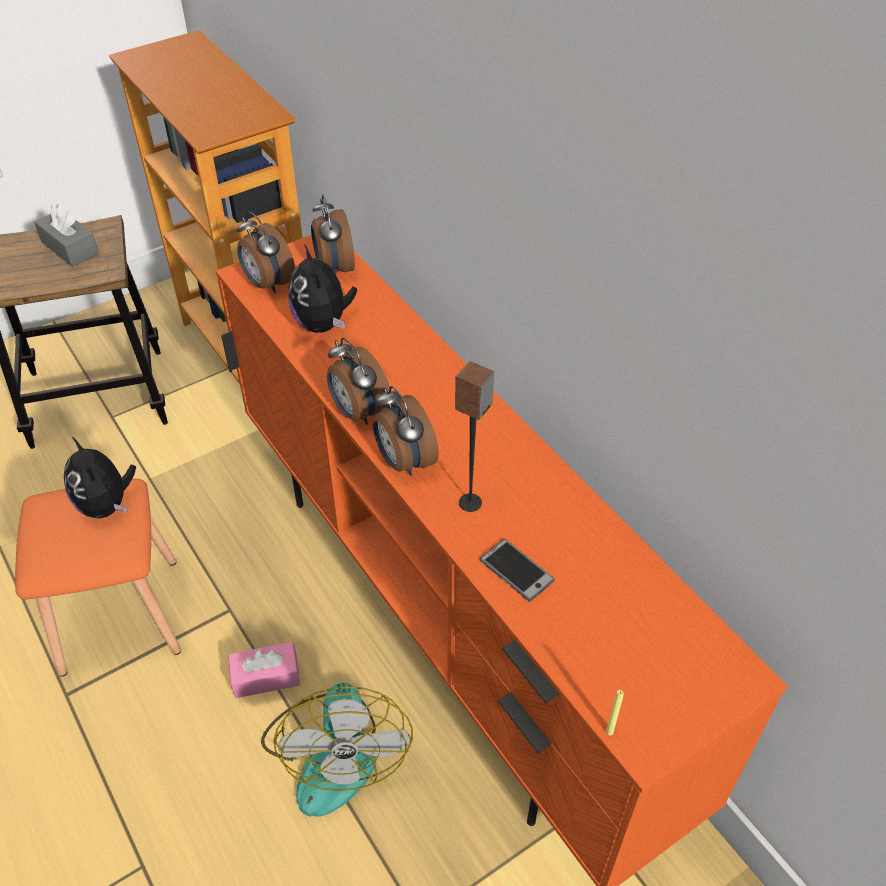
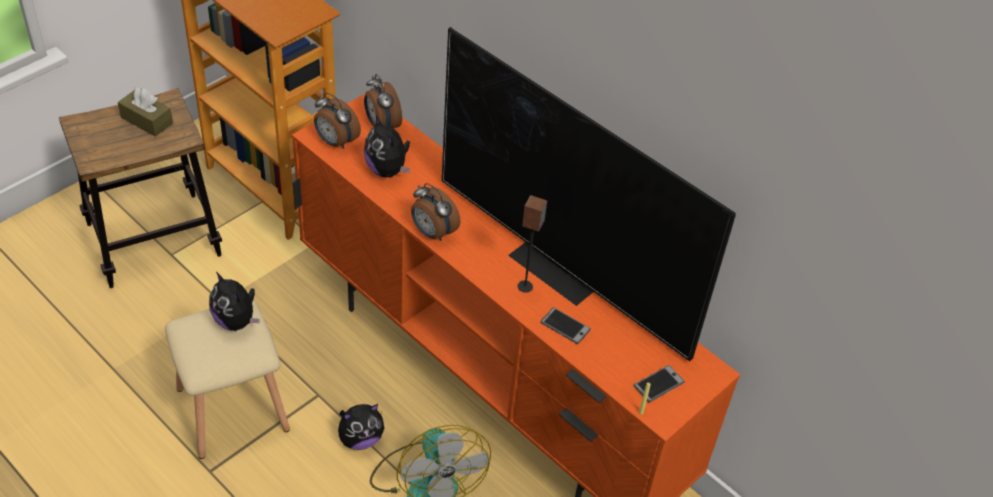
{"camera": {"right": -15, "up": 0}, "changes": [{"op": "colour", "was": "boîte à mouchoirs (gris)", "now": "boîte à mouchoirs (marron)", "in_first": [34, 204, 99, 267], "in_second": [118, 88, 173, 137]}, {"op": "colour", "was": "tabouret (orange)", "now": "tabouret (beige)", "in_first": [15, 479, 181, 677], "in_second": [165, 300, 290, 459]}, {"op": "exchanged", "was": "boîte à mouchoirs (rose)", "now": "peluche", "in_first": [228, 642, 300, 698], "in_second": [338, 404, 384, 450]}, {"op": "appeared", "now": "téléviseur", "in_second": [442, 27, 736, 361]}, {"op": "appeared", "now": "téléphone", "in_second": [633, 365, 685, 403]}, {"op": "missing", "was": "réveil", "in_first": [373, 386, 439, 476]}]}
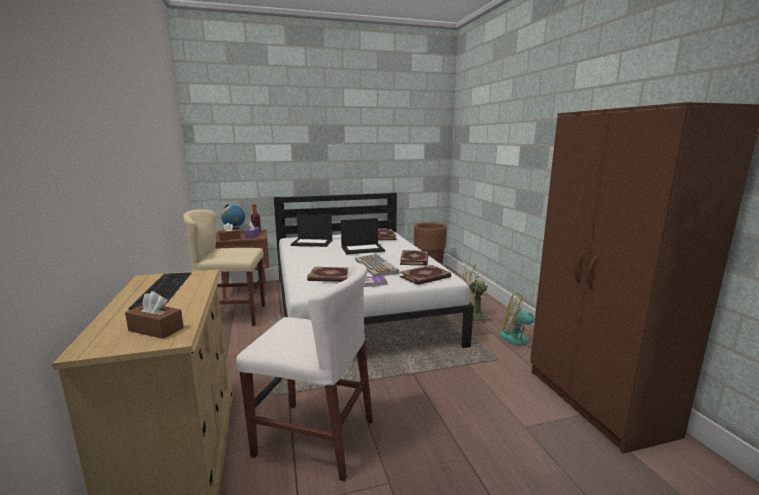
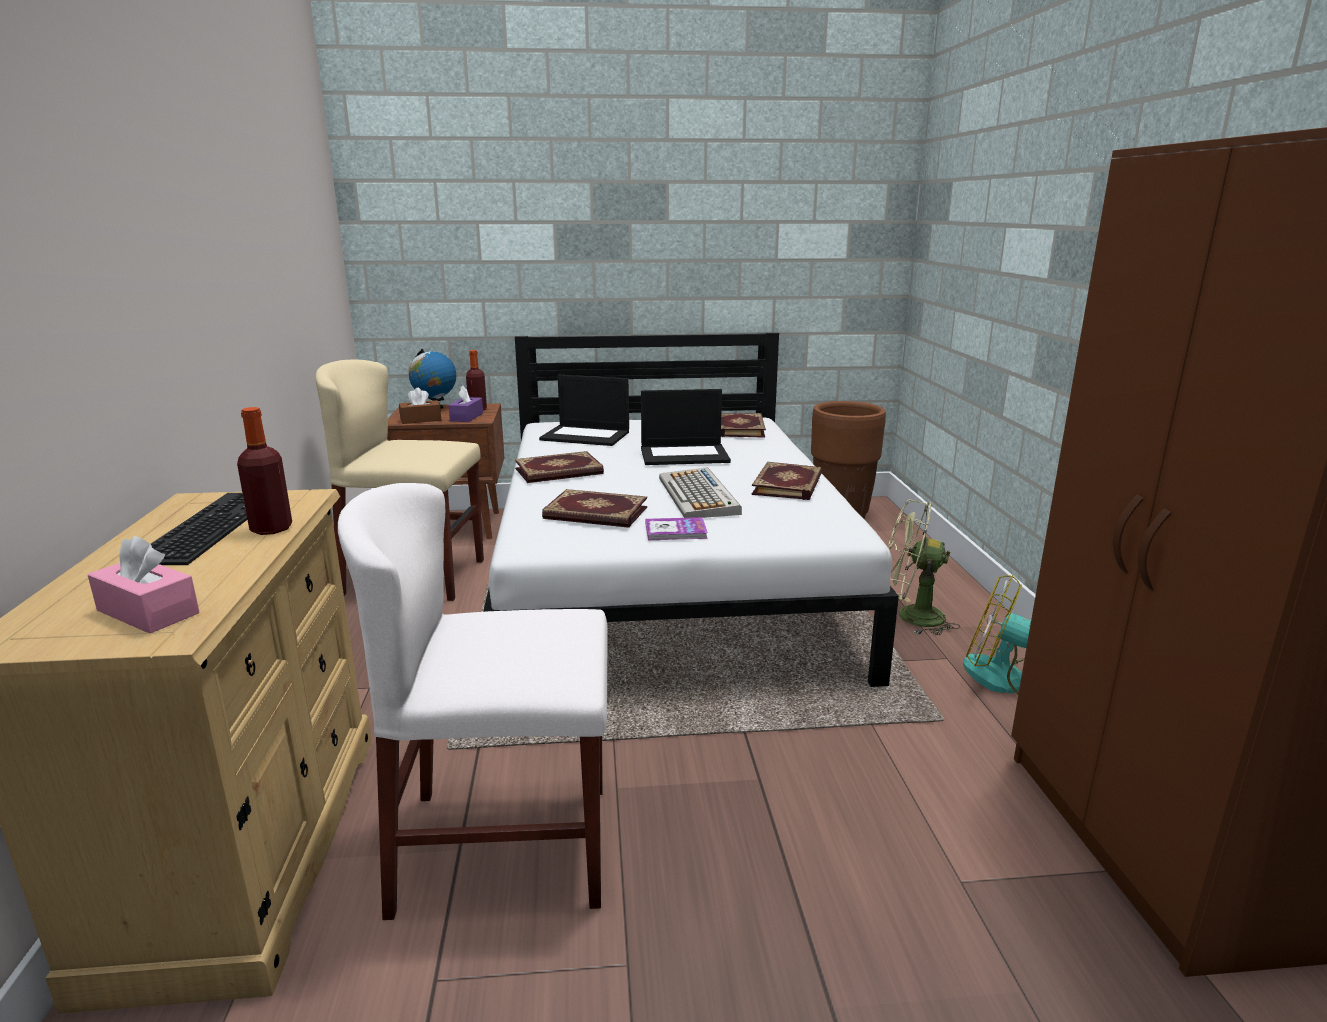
{"camera": {"right": 10, "up": 5}, "changes": [{"op": "colour", "was": "boîte à mouchoirs (marron)", "now": "boîte à mouchoirs (rose)", "in_first": [125, 291, 184, 339], "in_second": [88, 536, 199, 634]}, {"op": "appeared", "now": "bouteille", "in_second": [237, 407, 292, 535]}, {"op": "spun", "was": "chaise (blanc)", "in_first": [236, 263, 373, 482], "in_second": [338, 483, 608, 920], "clockwise": 150}, {"op": "relocated", "was": "livre", "in_first": [400, 265, 451, 285], "in_second": [515, 451, 604, 483]}]}
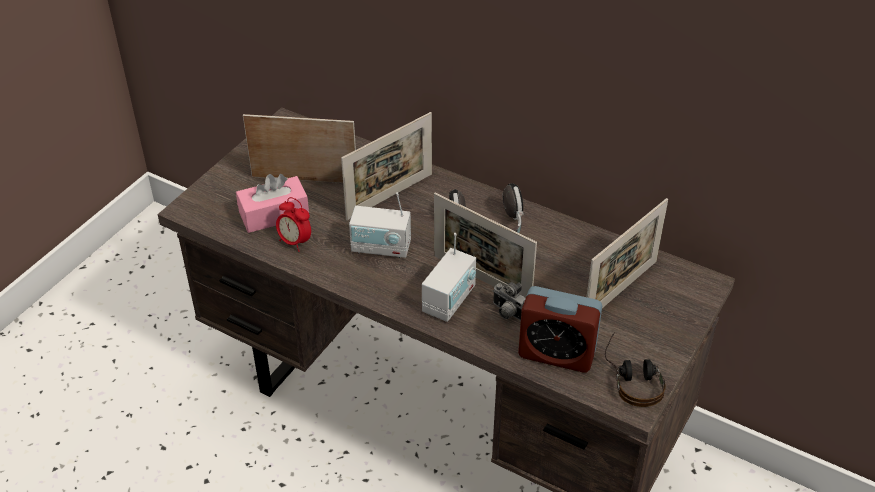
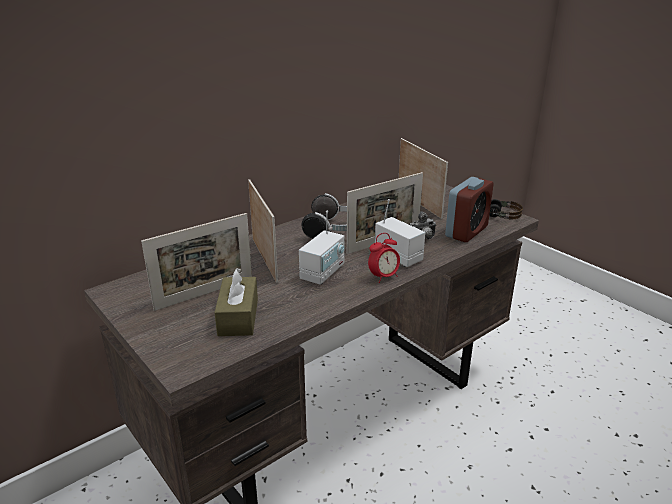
{"camera": {"right": -70, "up": -15}, "changes": [{"op": "spun", "was": "cadre photo", "in_first": [243, 114, 356, 183], "in_second": [141, 213, 252, 311], "clockwise": -150}, {"op": "colour", "was": "boîte à mouchoirs (rose)", "now": "boîte à mouchoirs (marron)", "in_first": [236, 174, 309, 233], "in_second": [214, 268, 258, 336]}, {"op": "relocated", "was": "réveil", "in_first": [276, 197, 311, 252], "in_second": [368, 233, 400, 283]}]}
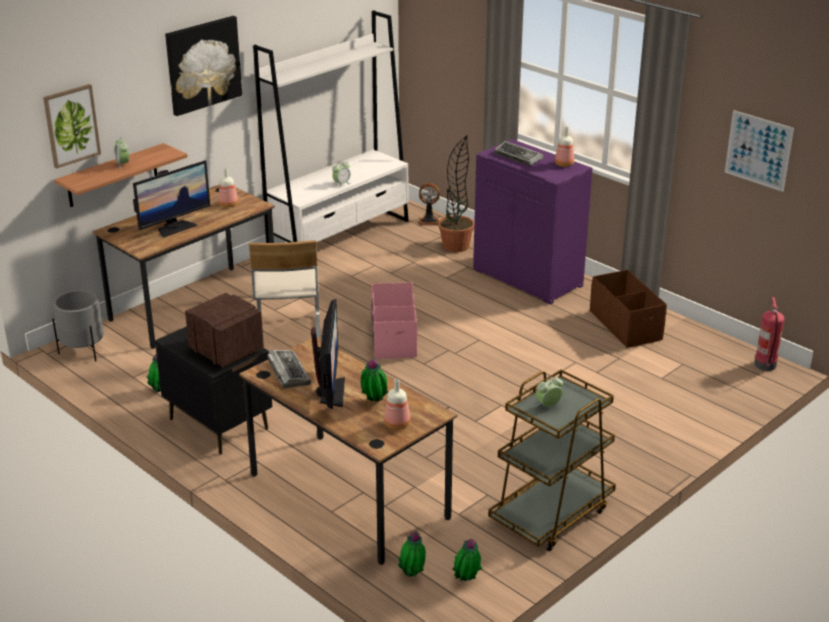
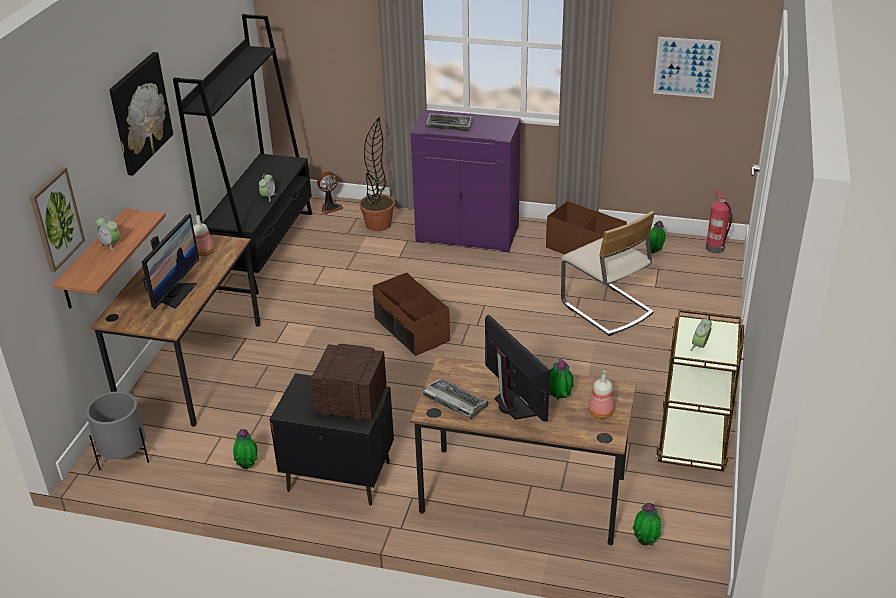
{"camera": {"right": -30, "up": 5}, "changes": [{"op": "colour", "was": "bibliothèque (blanc)", "now": "bibliothèque (noir)", "in_first": [253, 10, 409, 243], "in_second": [173, 14, 312, 295]}, {"op": "colour", "was": "boîte de rangement (rose)", "now": "boîte de rangement (marron)", "in_first": [371, 283, 417, 359], "in_second": [373, 272, 450, 356]}, {"op": "relocated", "was": "chaise (beige)", "in_first": [249, 240, 320, 354], "in_second": [561, 211, 655, 336]}, {"op": "relocated", "was": "plante en pot", "in_first": [453, 539, 482, 581], "in_second": [645, 220, 666, 253]}, {"op": "missing", "was": "bouteille", "in_first": [555, 127, 574, 167]}]}
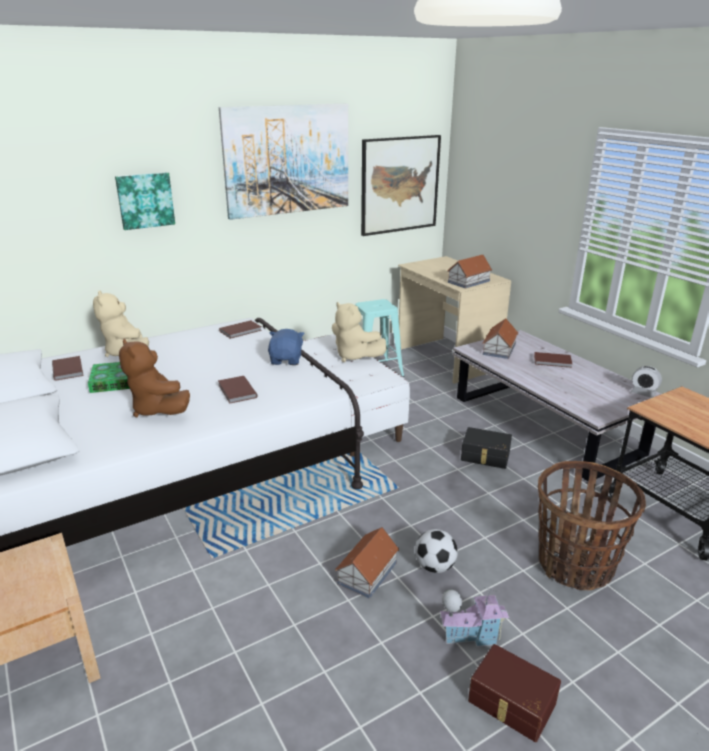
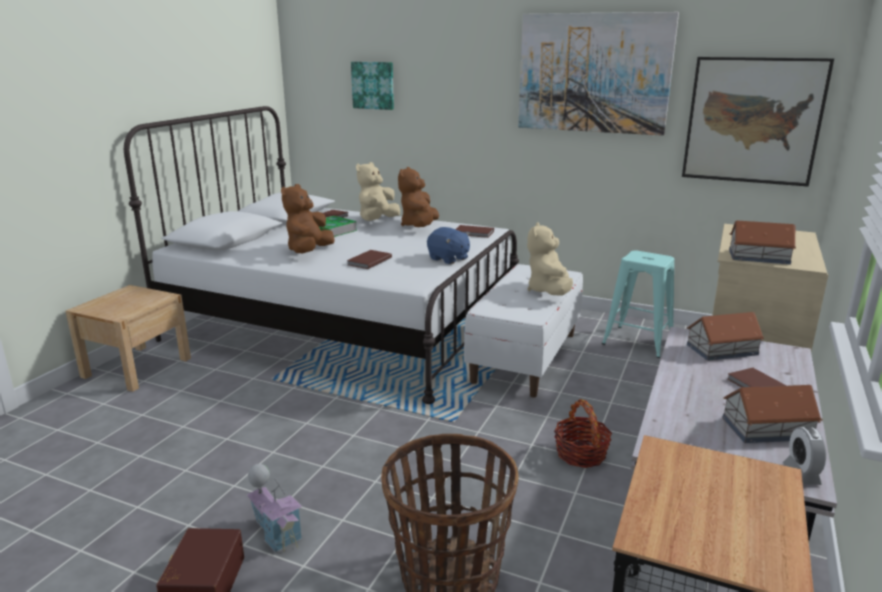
{"camera": {"right": 55, "up": -5}, "changes": [{"op": "relocated", "was": "tableau", "in_first": [115, 172, 175, 230], "in_second": [351, 62, 394, 110]}, {"op": "appeared", "now": "peluche (marron)", "in_second": [398, 167, 439, 227]}, {"op": "spun", "was": "peluche (bleu)", "in_first": [268, 329, 305, 365], "in_second": [427, 227, 470, 264], "clockwise": 75}, {"op": "exchanged", "was": "boîte de rangement (noir)", "now": "panier", "in_first": [461, 427, 512, 469], "in_second": [554, 399, 612, 468]}, {"op": "relocated", "was": "maison miniature", "in_first": [335, 527, 399, 599], "in_second": [723, 385, 823, 443]}, {"op": "missing", "was": "ballon de foot", "in_first": [415, 529, 458, 573]}]}
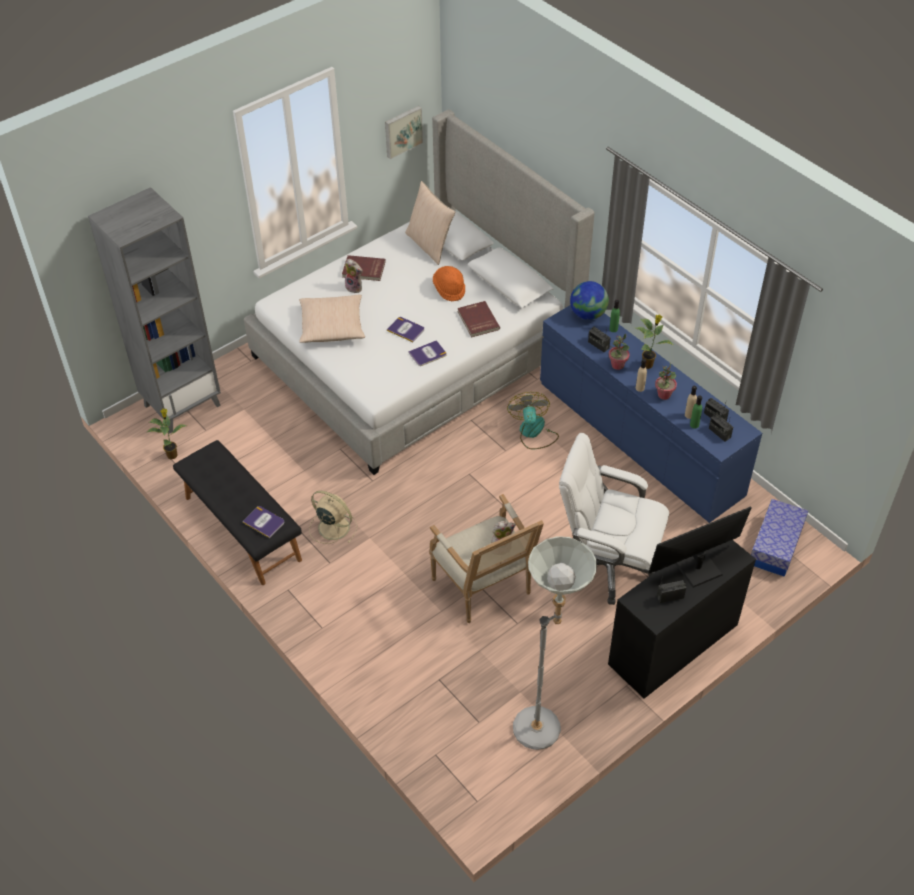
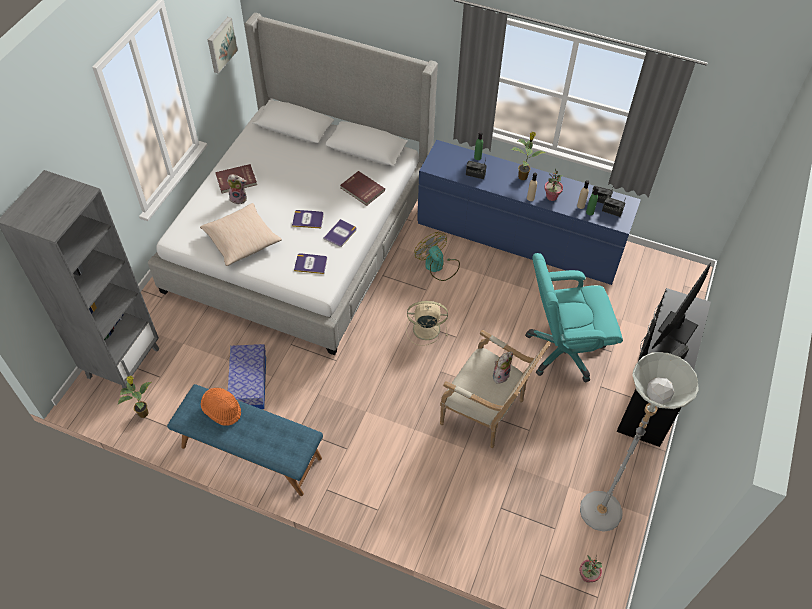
{"camera": {"right": -30, "up": 5}, "changes": [{"op": "colour", "was": "banc (noir)", "now": "banc (bleu)", "in_first": [173, 440, 302, 585], "in_second": [167, 384, 323, 496]}, {"op": "relocated", "was": "chapeau (orange)", "in_first": [433, 266, 465, 301], "in_second": [201, 388, 241, 426]}, {"op": "relocated", "was": "boîte de rangement", "in_first": [751, 499, 808, 577], "in_second": [228, 344, 266, 409]}, {"op": "relocated", "was": "livre", "in_first": [243, 506, 284, 538], "in_second": [294, 253, 327, 274]}, {"op": "relocated", "was": "ventilateur (beige)", "in_first": [309, 491, 357, 544], "in_second": [406, 301, 448, 346]}, {"op": "colour", "was": "chaise de bureau (blanc)", "now": "chaise de bureau (turquoise)", "in_first": [559, 433, 669, 605], "in_second": [525, 253, 623, 382]}, {"op": "relocated", "was": "plante en pot", "in_first": [609, 334, 630, 370], "in_second": [579, 555, 602, 583]}, {"op": "missing", "was": "coussin (beige)", "in_first": [405, 181, 455, 265]}, {"op": "missing", "was": "globe", "in_first": [570, 281, 609, 320]}]}
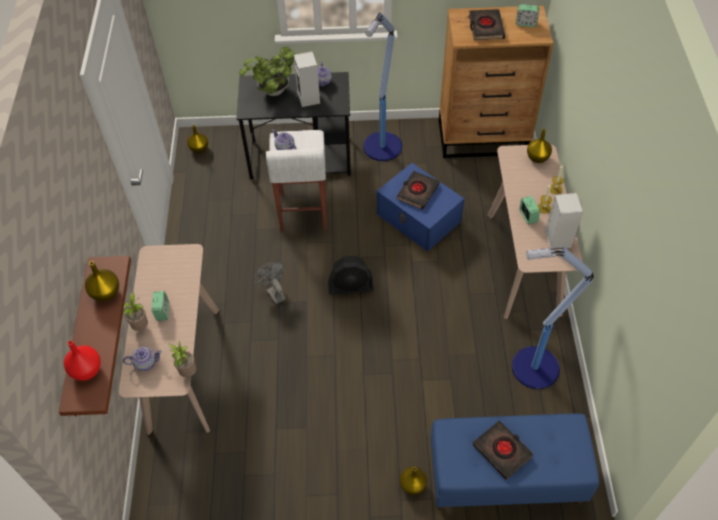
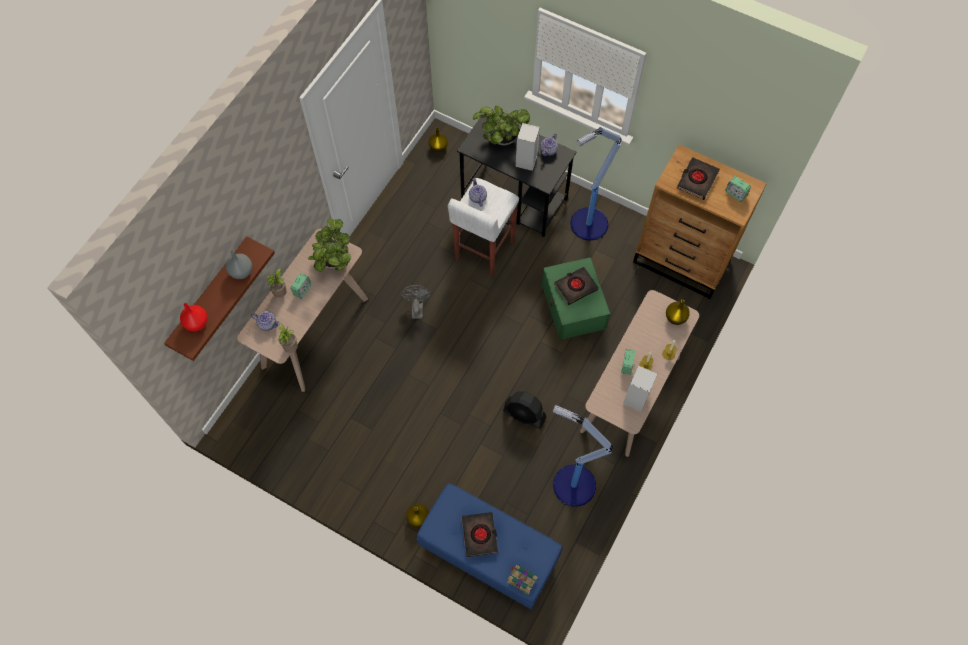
{"camera": {"right": 30, "up": 10}, "changes": [{"op": "colour", "was": "vase (jaune)", "now": "vase (gris)", "in_first": [85, 261, 119, 302], "in_second": [226, 250, 252, 279]}, {"op": "appeared", "now": "plante en pot", "in_second": [308, 219, 351, 272]}, {"op": "relocated", "was": "ventilateur (noir)", "in_first": [328, 256, 374, 295], "in_second": [503, 391, 546, 429]}, {"op": "appeared", "now": "livre", "in_second": [507, 564, 538, 595]}, {"op": "colour", "was": "boîte de rangement (bleu)", "now": "boîte de rangement (vert)", "in_first": [377, 163, 465, 252], "in_second": [542, 257, 610, 340]}]}
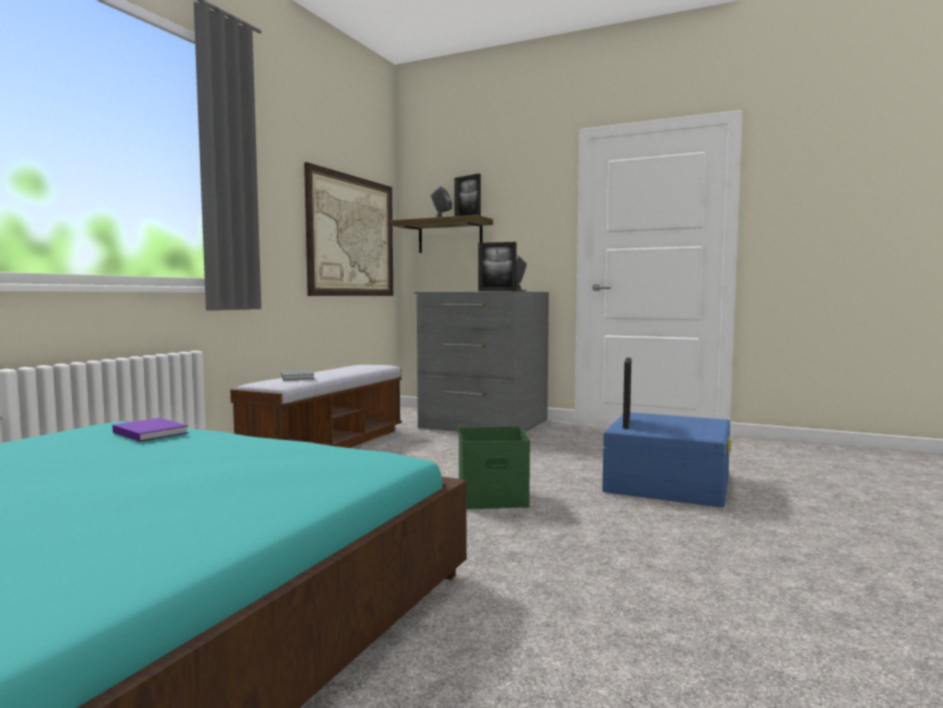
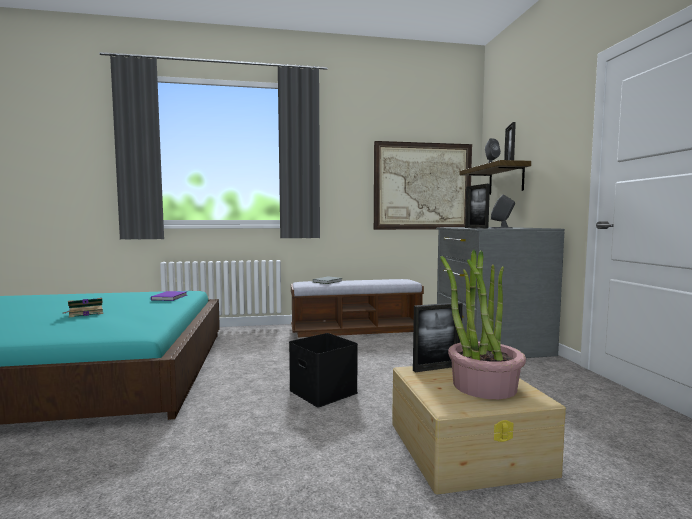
{"camera": {"right": 55, "up": 0}, "changes": [{"op": "appeared", "now": "livre", "in_second": [62, 298, 103, 317]}, {"op": "colour", "was": "boîte de rangement (vert)", "now": "boîte de rangement (noir)", "in_first": [458, 426, 530, 509], "in_second": [289, 333, 358, 407]}, {"op": "colour", "was": "boîte de rangement (bleu)", "now": "boîte de rangement (beige)", "in_first": [602, 412, 731, 508], "in_second": [392, 366, 566, 494]}, {"op": "appeared", "now": "plante en pot", "in_second": [440, 250, 526, 399]}]}
